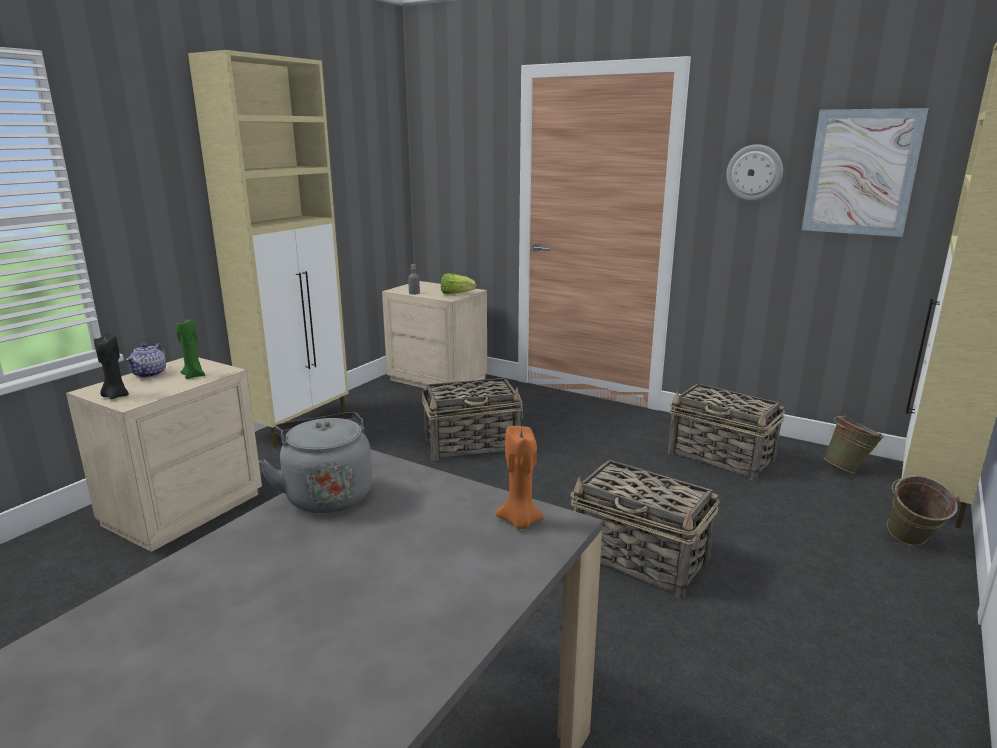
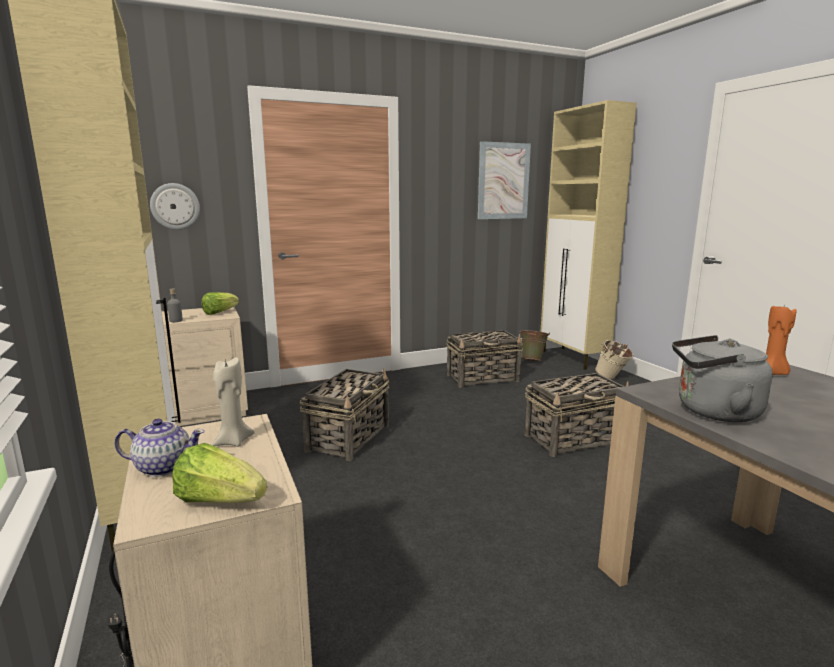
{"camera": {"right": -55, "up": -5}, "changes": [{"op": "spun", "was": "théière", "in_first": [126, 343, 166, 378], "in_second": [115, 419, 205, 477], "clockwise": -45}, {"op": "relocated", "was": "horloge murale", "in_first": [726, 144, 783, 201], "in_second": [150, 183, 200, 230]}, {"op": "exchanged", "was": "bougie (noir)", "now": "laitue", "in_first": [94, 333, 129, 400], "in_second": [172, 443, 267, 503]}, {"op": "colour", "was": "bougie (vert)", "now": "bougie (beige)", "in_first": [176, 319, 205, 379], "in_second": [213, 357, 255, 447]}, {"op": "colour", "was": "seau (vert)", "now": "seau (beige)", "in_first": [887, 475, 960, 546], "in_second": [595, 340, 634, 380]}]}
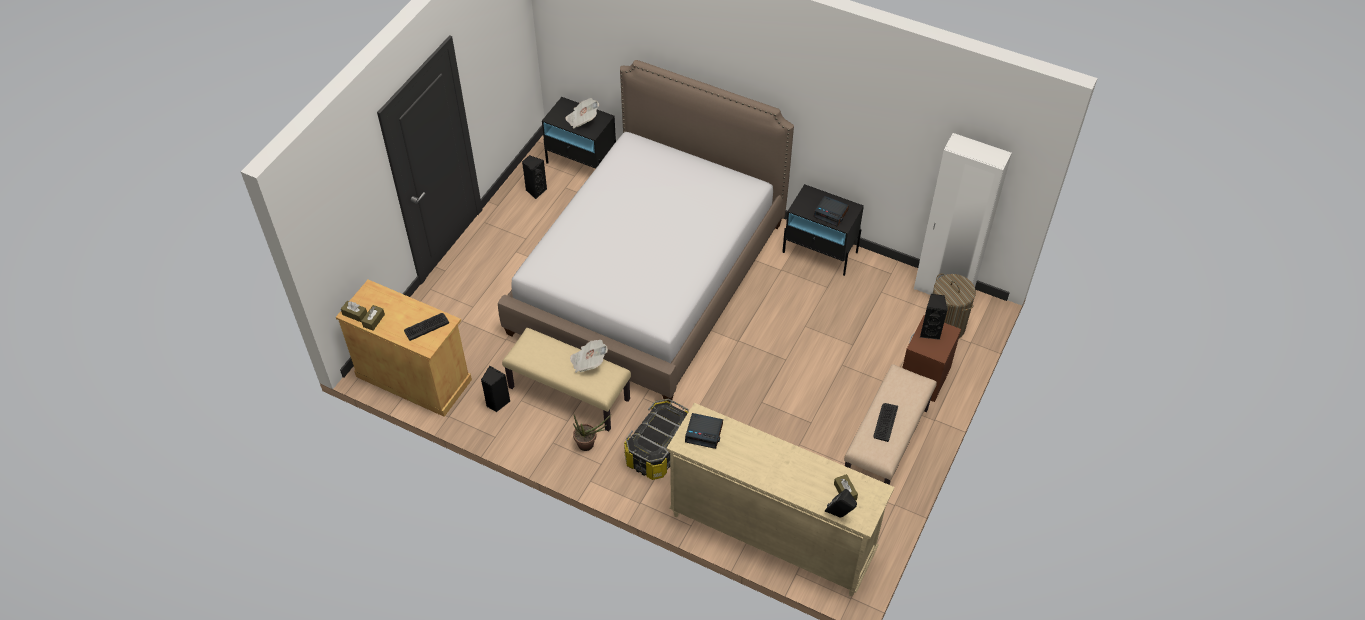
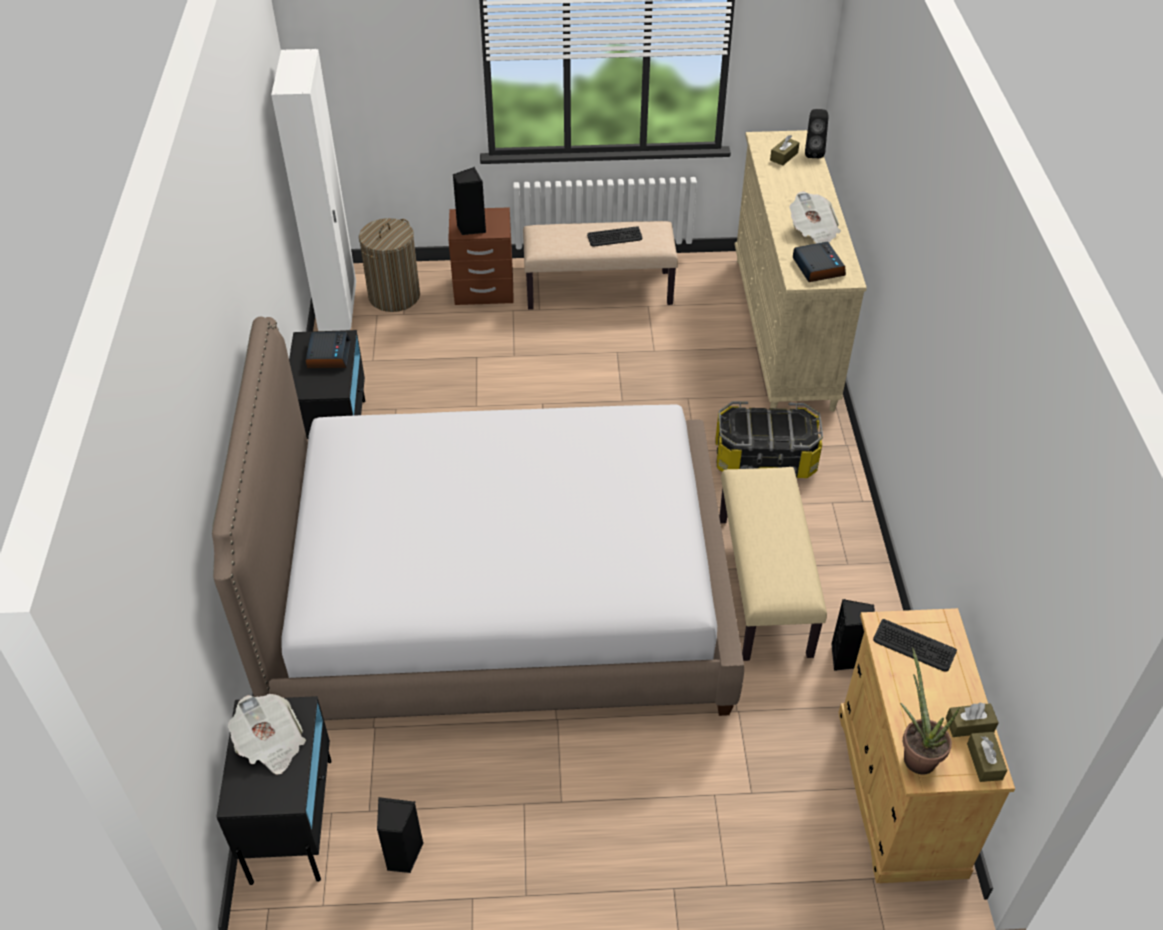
{"camera": {"right": -120, "up": -5}, "changes": [{"op": "relocated", "was": "journal", "in_first": [570, 340, 608, 373], "in_second": [789, 191, 841, 243]}, {"op": "relocated", "was": "plante en pot", "in_first": [573, 415, 611, 451], "in_second": [900, 647, 960, 775]}]}
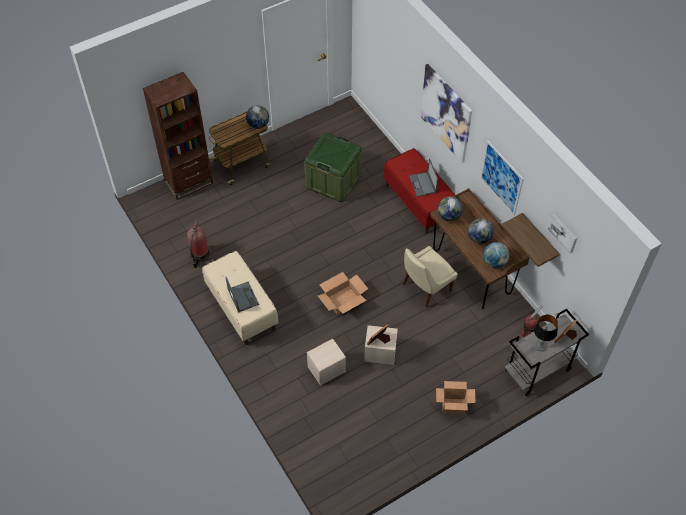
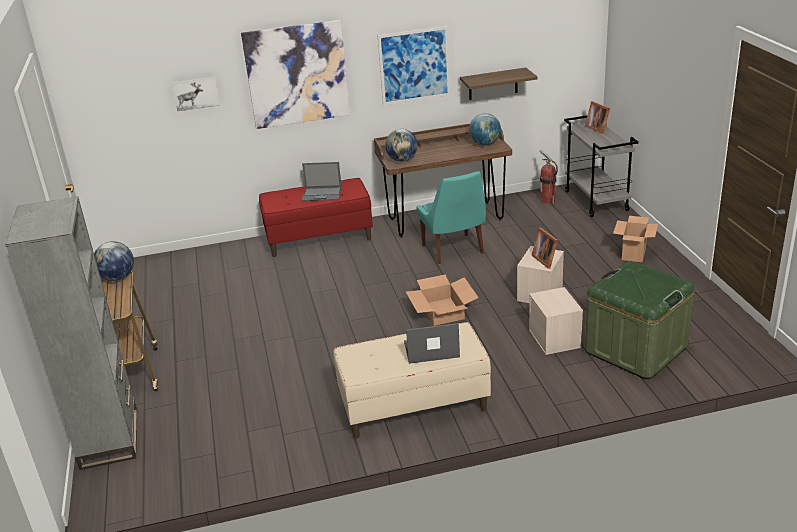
{"camera": {"right": -70, "up": -25}, "changes": [{"op": "colour", "was": "bibliothèque (marron)", "now": "bibliothèque (gris)", "in_first": [143, 72, 213, 200], "in_second": [5, 196, 137, 470]}, {"op": "relocated", "was": "tableau", "in_first": [548, 214, 577, 253], "in_second": [172, 76, 220, 112]}, {"op": "colour", "was": "chaise (beige)", "now": "chaise (turquoise)", "in_first": [403, 246, 458, 308], "in_second": [416, 171, 486, 264]}, {"op": "relocated", "was": "boîte de rangement (vert)", "in_first": [304, 133, 362, 202], "in_second": [585, 261, 695, 379]}, {"op": "missing", "was": "extincteur", "in_first": [187, 221, 210, 268]}, {"op": "missing", "was": "globe", "in_first": [468, 218, 494, 244]}, {"op": "missing", "was": "lampe de table", "in_first": [534, 315, 558, 351]}]}
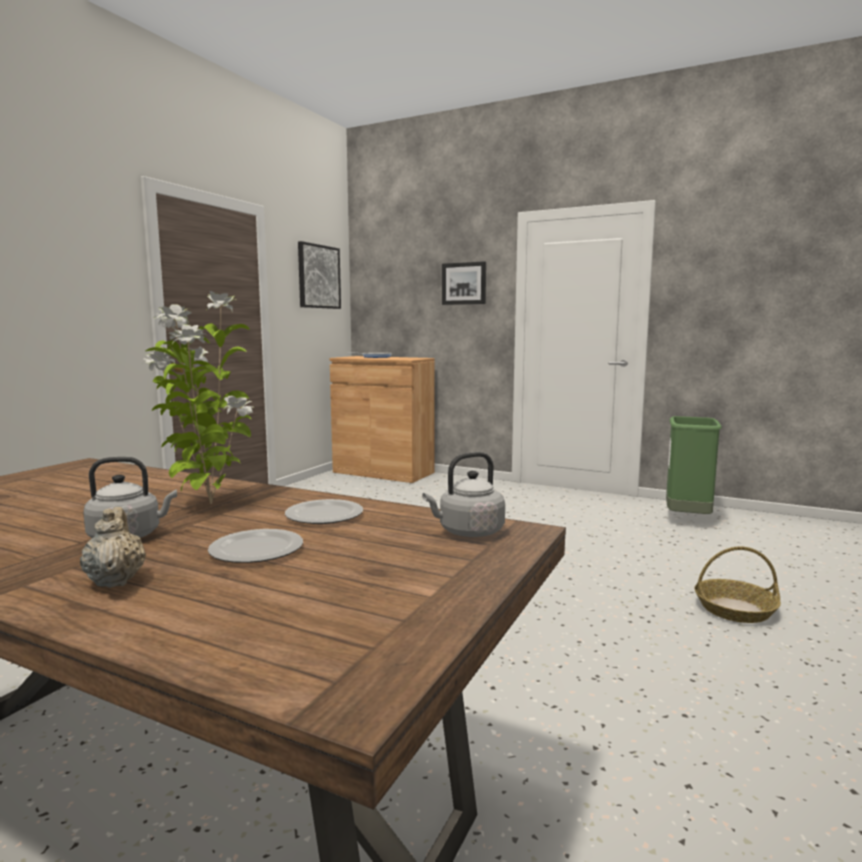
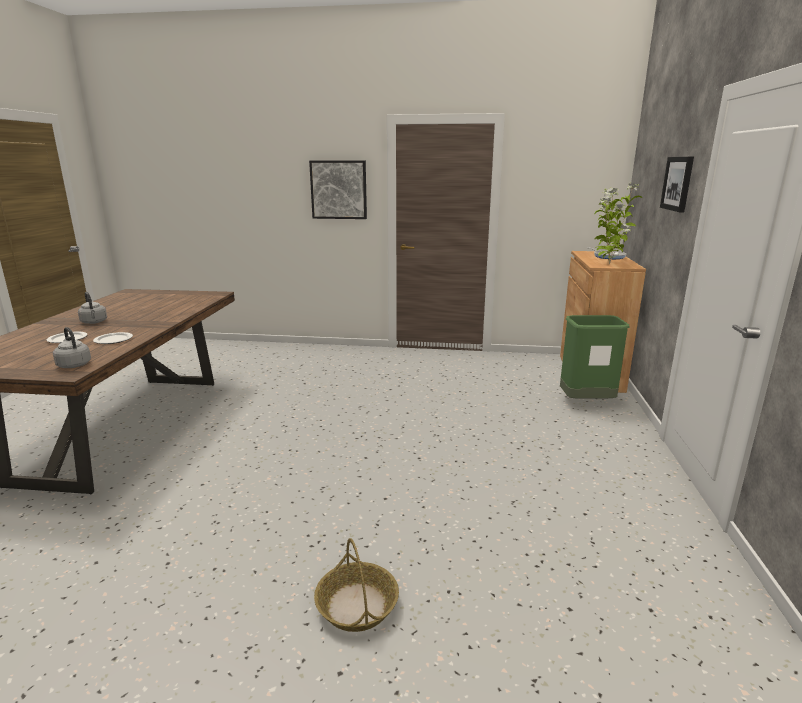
{"camera": {"right": 70, "up": 10}, "changes": [{"op": "relocated", "was": "tableau", "in_first": [298, 241, 341, 309], "in_second": [309, 161, 367, 219]}, {"op": "relocated", "was": "poubelle (vert)", "in_first": [666, 416, 722, 514], "in_second": [560, 315, 630, 399]}, {"op": "relocated", "was": "plante en pot", "in_first": [144, 291, 254, 504], "in_second": [594, 182, 642, 264]}, {"op": "missing", "was": "théière (beige)", "in_first": [80, 507, 146, 588]}]}
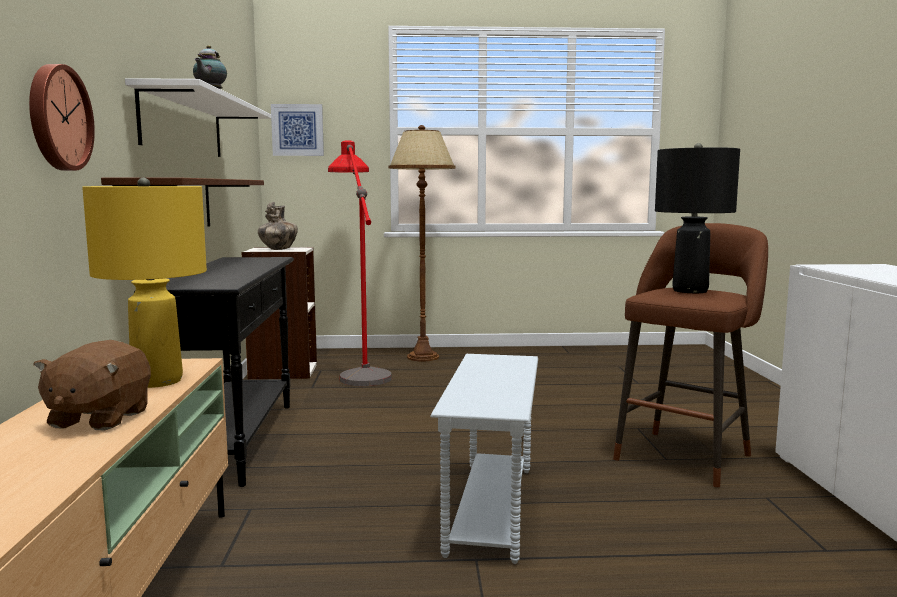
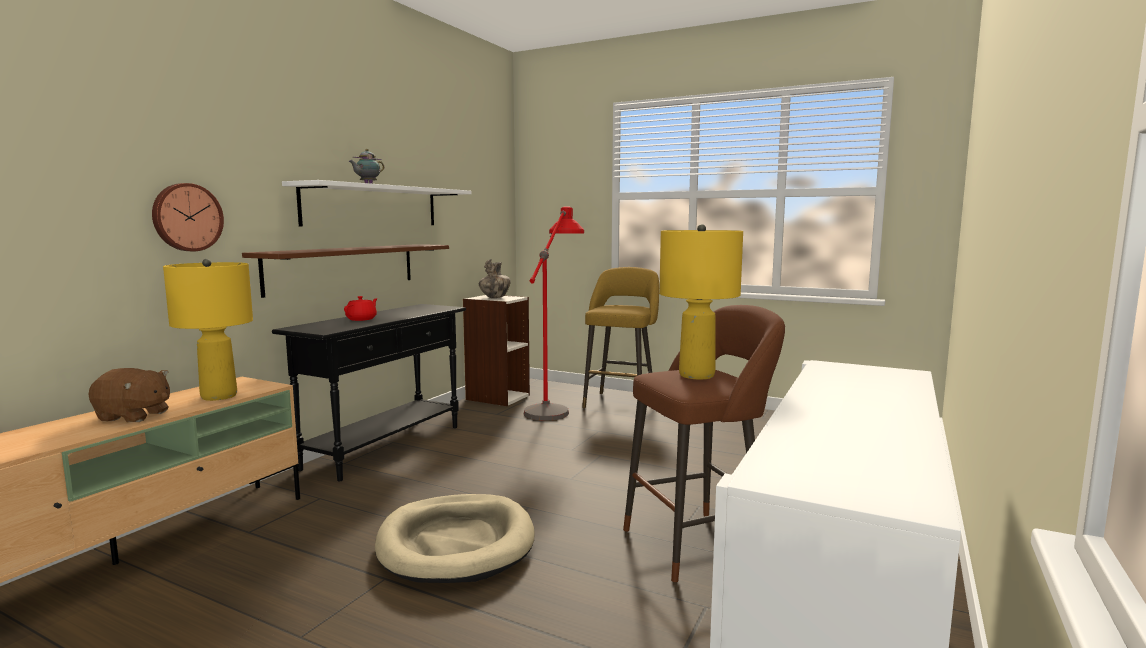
{"camera": {"right": 30, "up": 0}, "changes": [{"op": "spun", "was": "peluche (marron)", "in_first": [33, 340, 151, 431], "in_second": [88, 368, 170, 422], "clockwise": -120}, {"op": "appeared", "now": "théière (rouge)", "in_second": [344, 296, 378, 321]}, {"op": "exchanged", "was": "table d'appoint (blanc)", "now": "panier pour chien (beige)", "in_first": [430, 354, 538, 564], "in_second": [375, 494, 535, 583]}, {"op": "exchanged", "was": "lampadaire (marron)", "now": "tabouret (jaune)", "in_first": [388, 125, 455, 361], "in_second": [582, 267, 659, 408]}, {"op": "colour", "was": "lampe de table (noir)", "now": "lampe de table (jaune)", "in_first": [655, 143, 740, 293], "in_second": [659, 224, 743, 379]}, {"op": "missing", "was": "tableau", "in_first": [271, 104, 324, 156]}]}
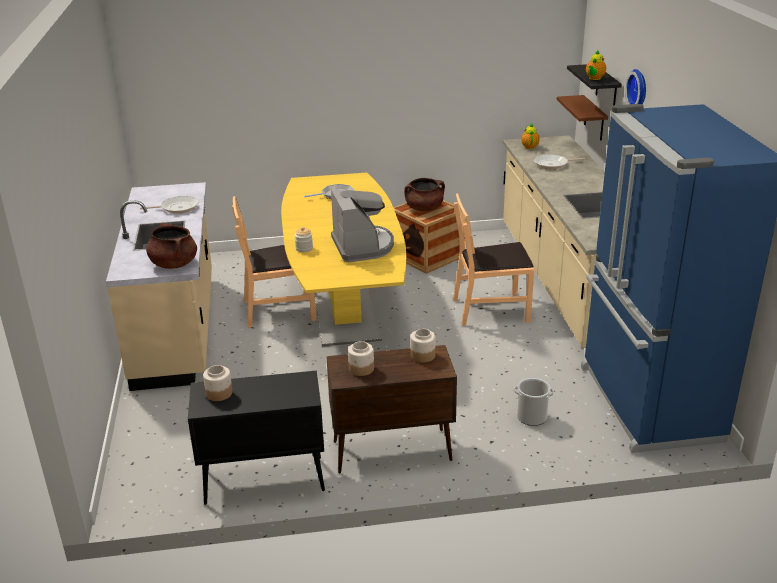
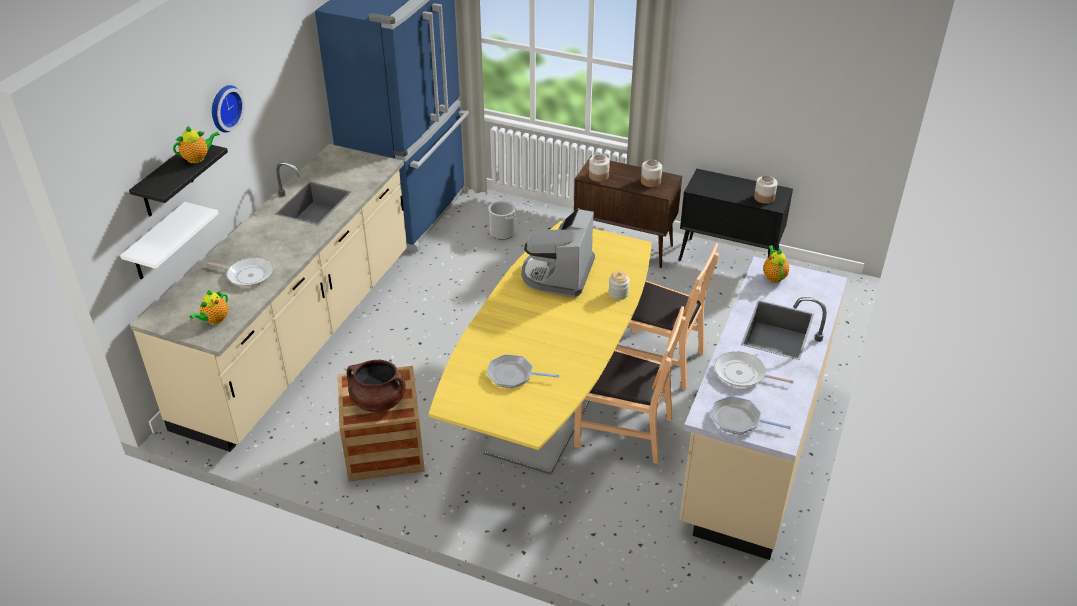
{"camera": {"right": -150, "up": 10}, "changes": [{"op": "colour", "was": "étagère (marron)", "now": "étagère (blanc)", "in_first": [557, 95, 608, 141], "in_second": [120, 202, 219, 279]}, {"op": "relocated", "was": "chaise (marron)", "in_first": [453, 193, 534, 326], "in_second": [615, 243, 719, 390]}, {"op": "appeared", "now": "poêle", "in_second": [711, 396, 791, 435]}, {"op": "exchanged", "was": "marmite (marron)", "now": "théière", "in_first": [146, 223, 197, 269], "in_second": [763, 245, 789, 283]}]}
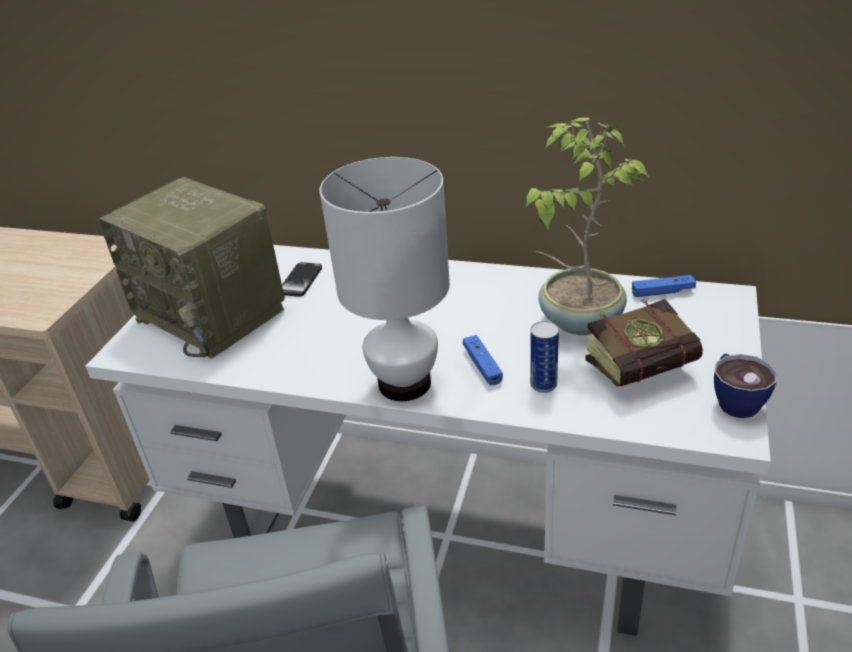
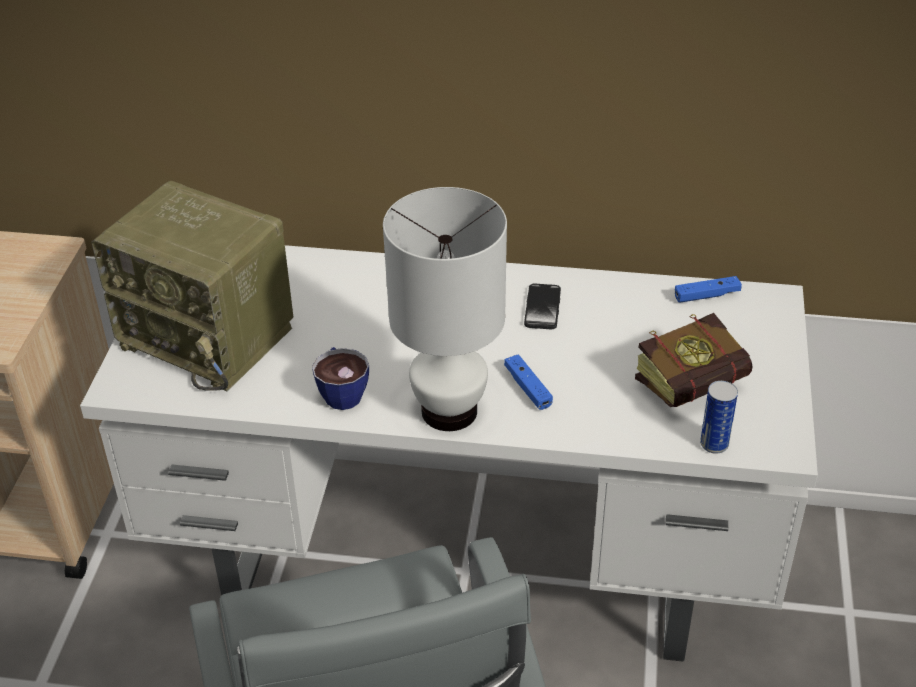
{"camera": {"right": -10, "up": 5}, "changes": [{"op": "relocated", "was": "tasse", "in_first": [714, 353, 777, 418], "in_second": [312, 347, 369, 410]}, {"op": "relocated", "was": "téléphone", "in_first": [282, 262, 322, 297], "in_second": [524, 283, 561, 329]}, {"op": "relocated", "was": "boîte métallique", "in_first": [530, 321, 559, 393], "in_second": [700, 381, 738, 454]}, {"op": "missing", "was": "plante en pot", "in_first": [526, 117, 649, 335]}]}
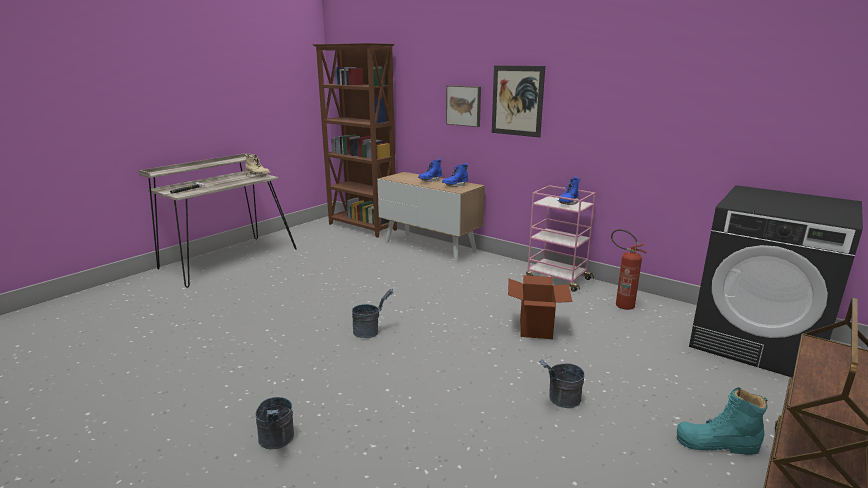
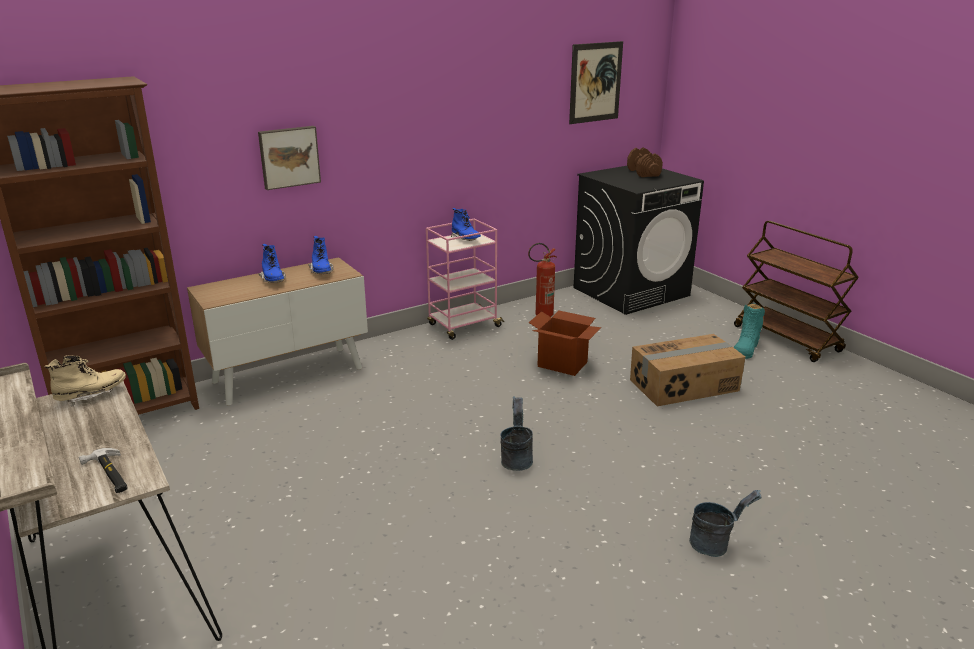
{"camera": {"right": -70, "up": 5}, "changes": [{"op": "relocated", "was": "tableau", "in_first": [492, 65, 545, 138], "in_second": [569, 41, 623, 124]}, {"op": "appeared", "now": "haltère (marron)", "in_second": [627, 147, 663, 177]}, {"op": "exchanged", "was": "seau (gris)", "now": "carton", "in_first": [539, 359, 585, 408], "in_second": [630, 334, 746, 406]}]}
